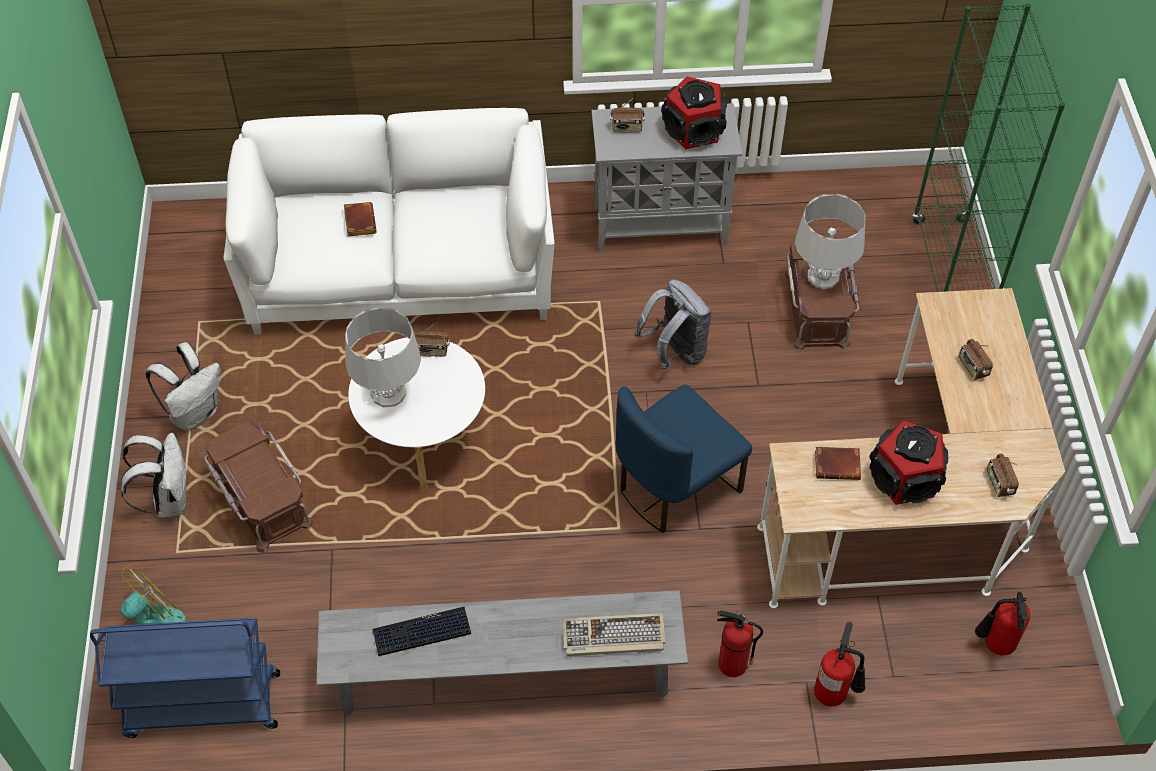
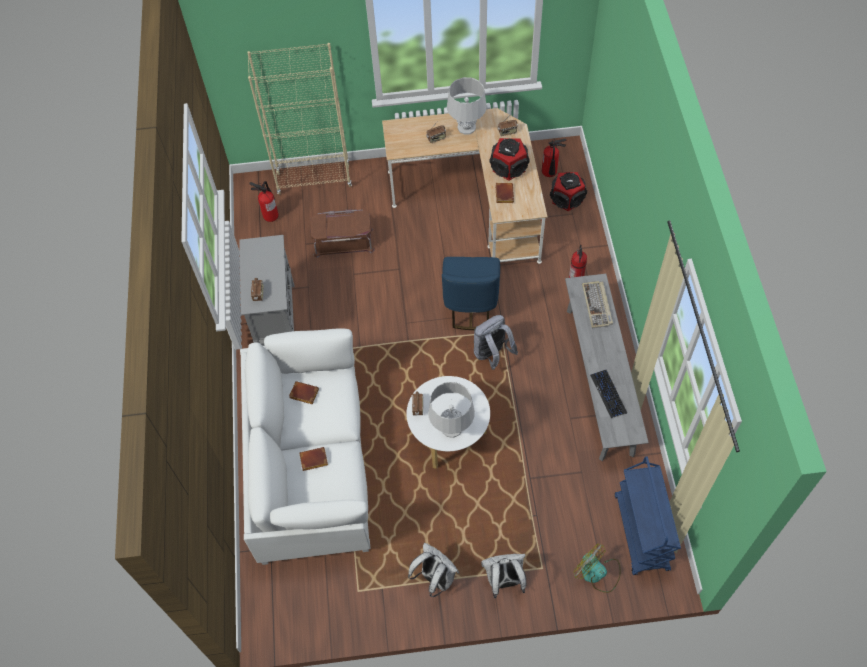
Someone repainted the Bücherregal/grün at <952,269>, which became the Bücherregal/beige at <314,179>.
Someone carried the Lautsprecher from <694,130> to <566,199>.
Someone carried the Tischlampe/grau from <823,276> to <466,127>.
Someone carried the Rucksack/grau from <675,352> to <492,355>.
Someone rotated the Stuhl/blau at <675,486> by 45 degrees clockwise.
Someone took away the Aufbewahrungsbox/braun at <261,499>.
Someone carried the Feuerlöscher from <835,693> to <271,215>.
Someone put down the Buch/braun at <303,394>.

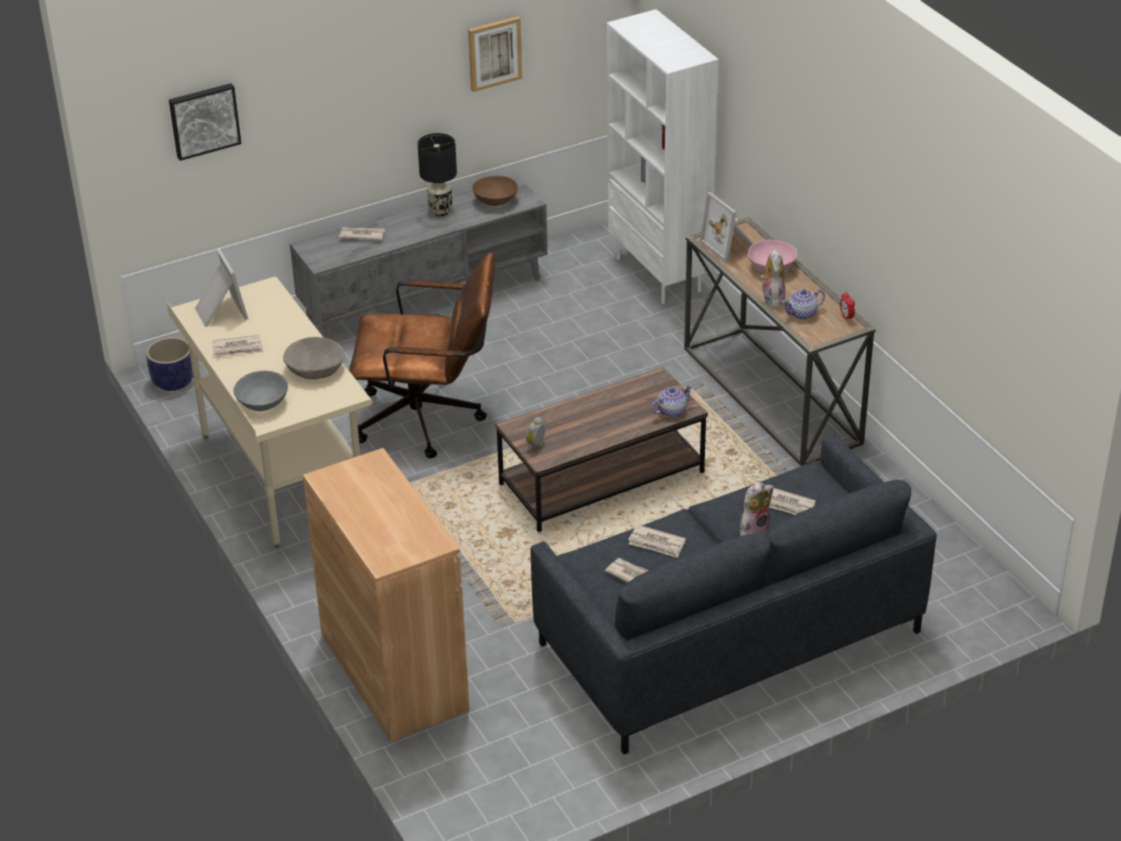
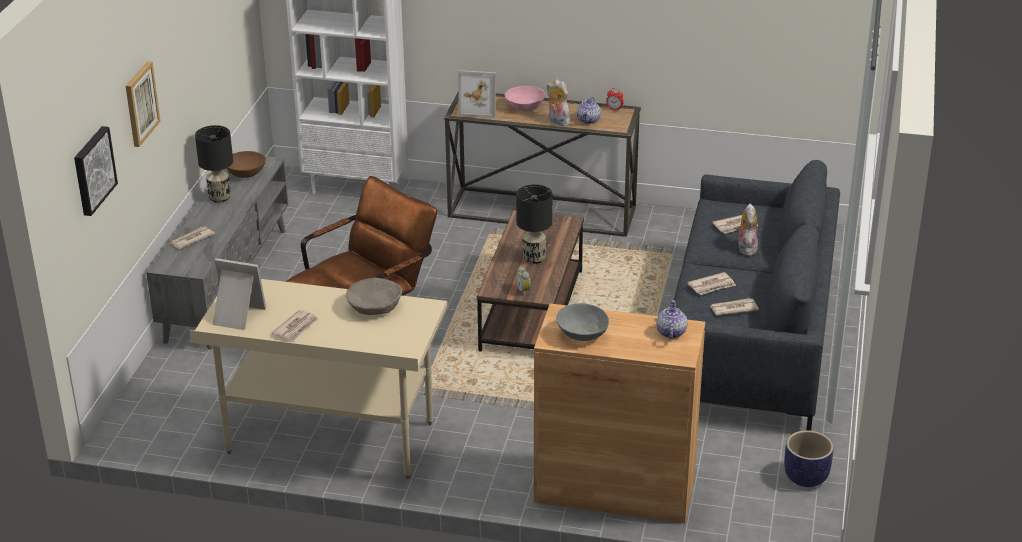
Someone carried the Bild from <494,53> to <140,103>.
Someone carried the Pflanzkübel from <173,382> to <806,477>.
Someone carried the Schüssel/grau from <262,402> to <581,334>.
Someone carried the Teekanne from <671,411> to <670,332>.
Someone put down the Tischlampe/schwarz at <533,258>.

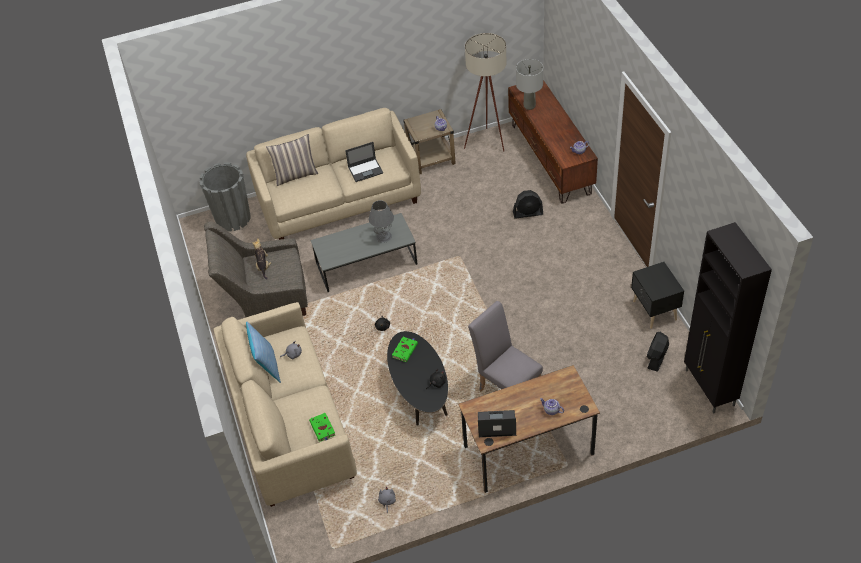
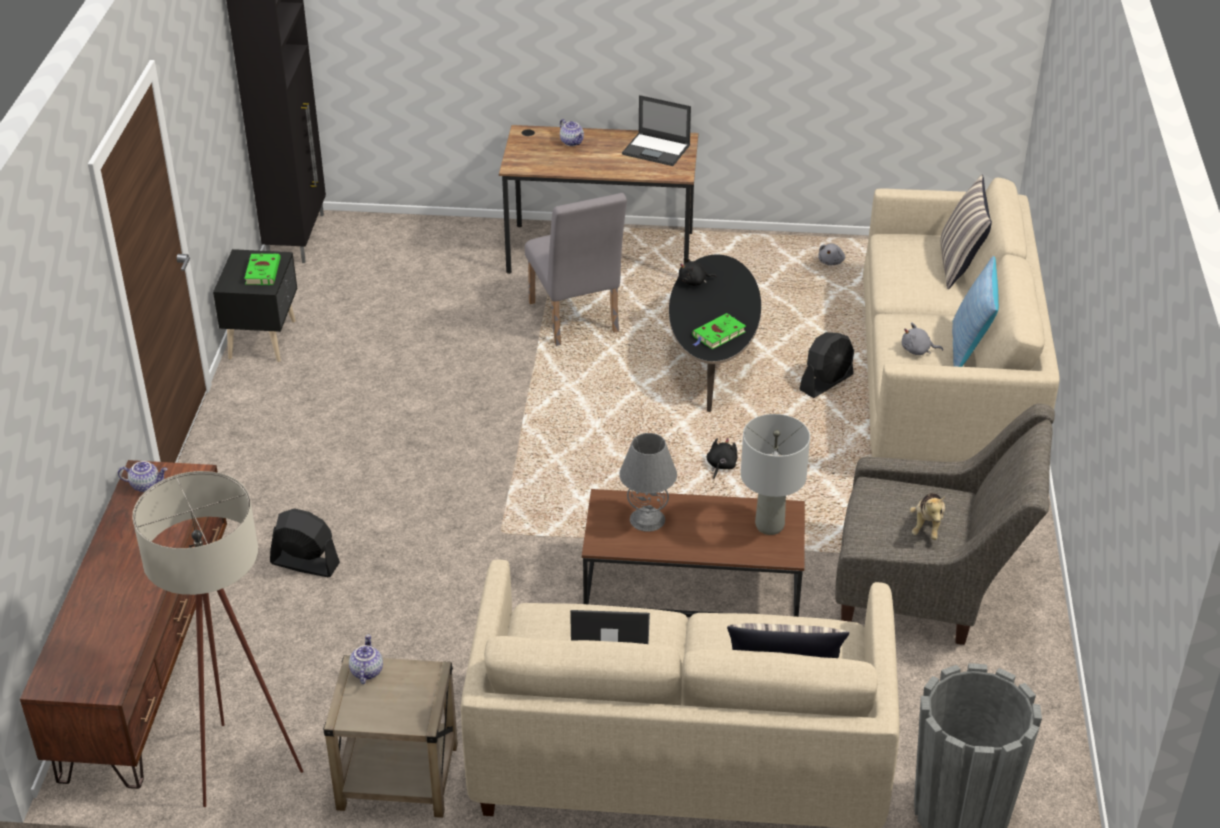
Someone carried the Tischlampe/grau from <529,106> to <769,525>.
Someone repainted the Couchtisch/grau at <366,264>, which became the Couchtisch/braun at <692,584>.
Someone carried the Ventilator/schwarz from <656,358> to <826,382>.
Someone carried the Buch/grün from <323,429> to <263,271>.
Someone put down the Kissen at <960,266>.

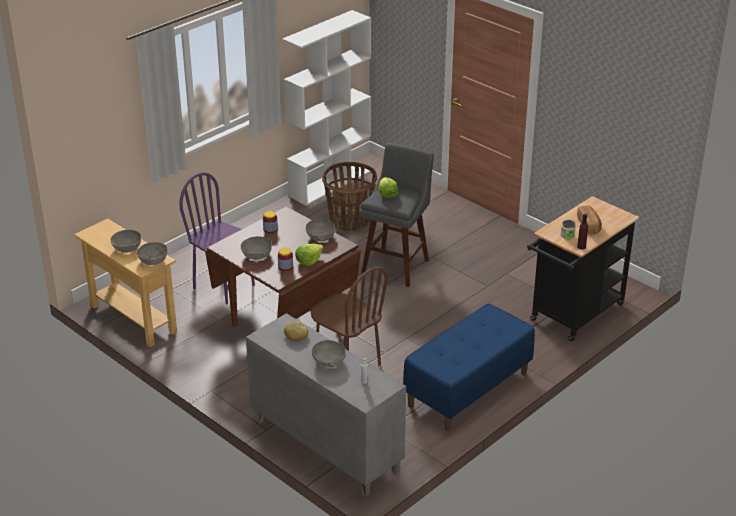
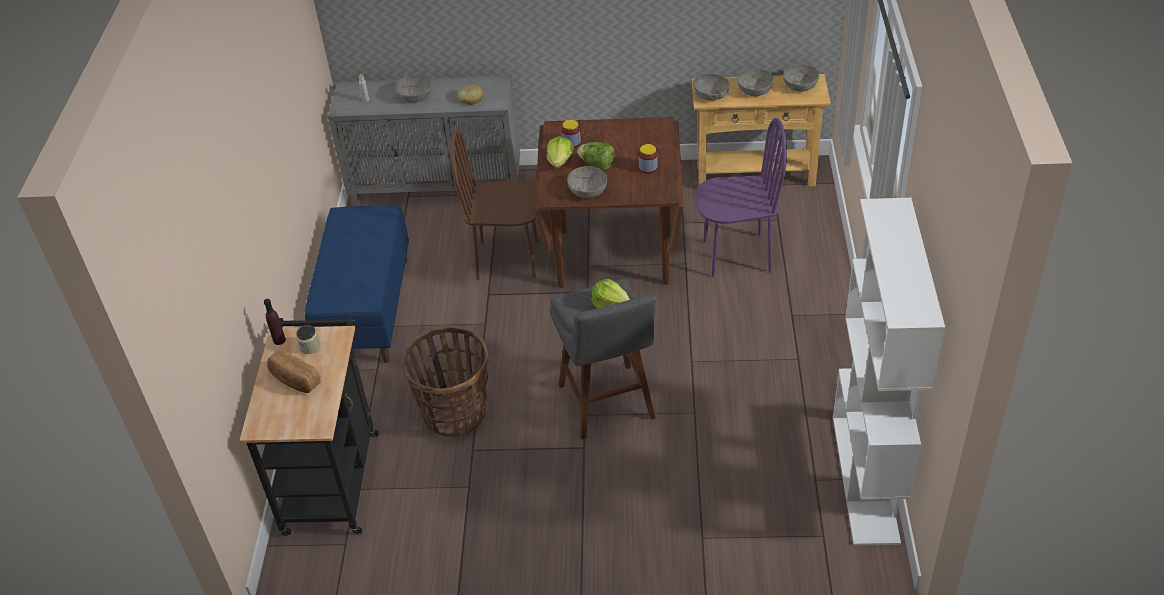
Someone carried the Korb from <350,221> to <455,413>.
Someone carried the Schüssel/grau from <256,255> to <800,86>.
Someone put down the Salatkopf at <597,165>.

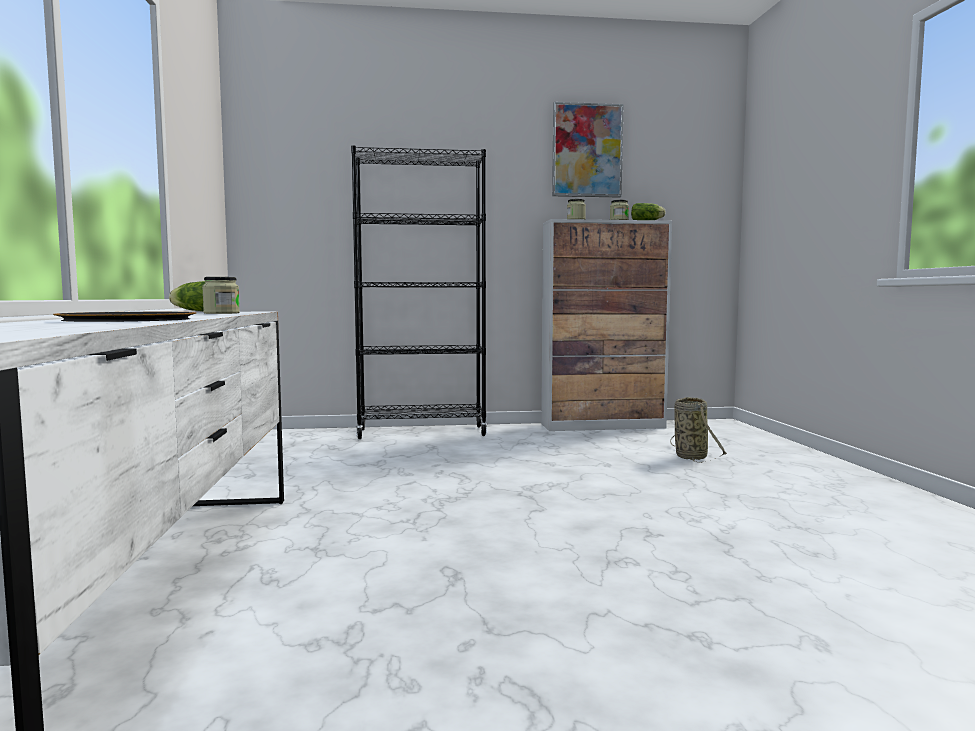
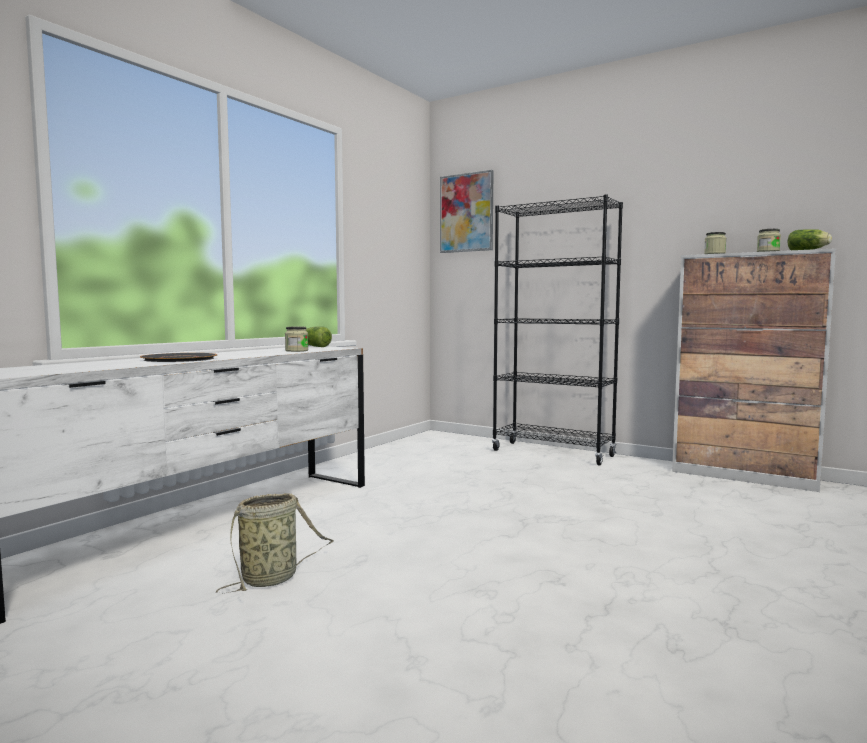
Someone carried the Bild from <587,150> to <466,213>.
Someone carried the Korb from <690,456> to <273,578>.

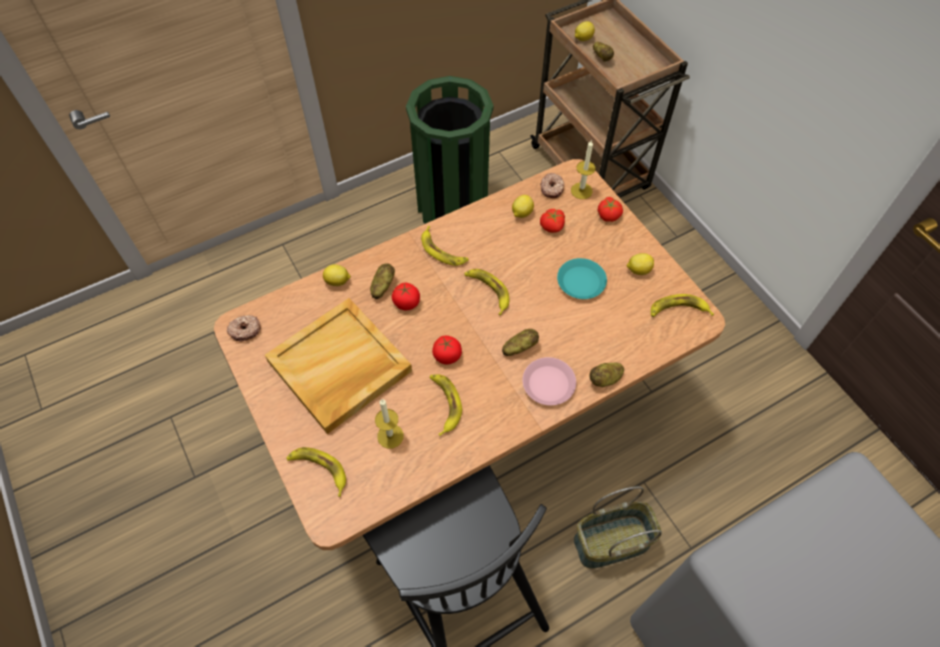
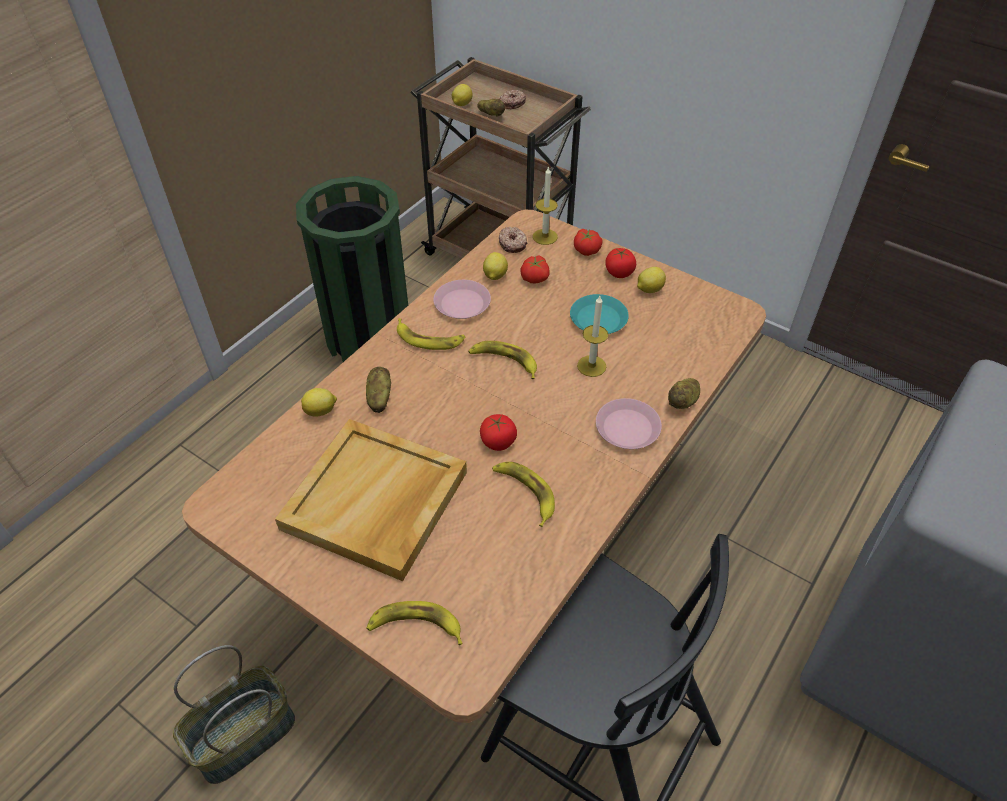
Someone carried the Tomate from <407,302> to <619,272>.
Someone took away the Banane at <678,310>.
Someone carried the Donut from <245,330> to <512,103>.
Someone took away the Kartoffel at <519,347>.
Someone carried the Kerze from <390,436> to <591,366>.
Someone carried the Korb from <611,543> to <244,738>.
Someone put down the Teller/rosa at <462,304>.

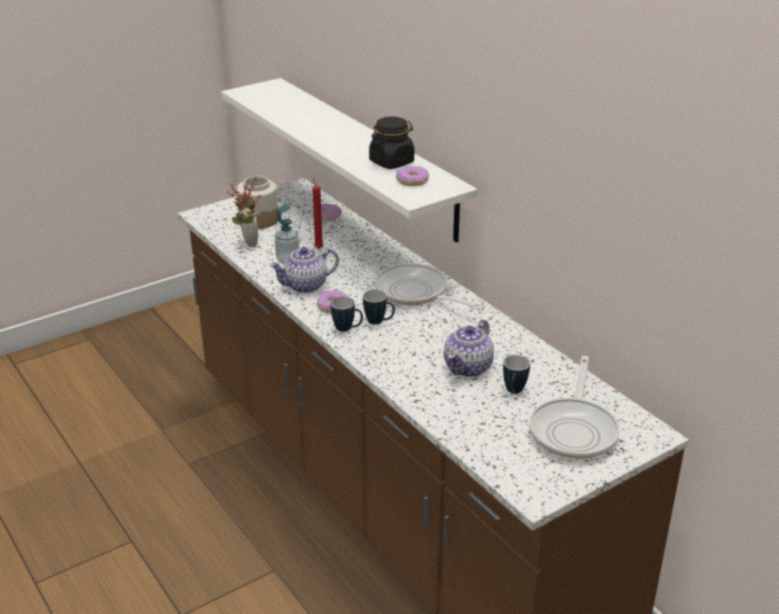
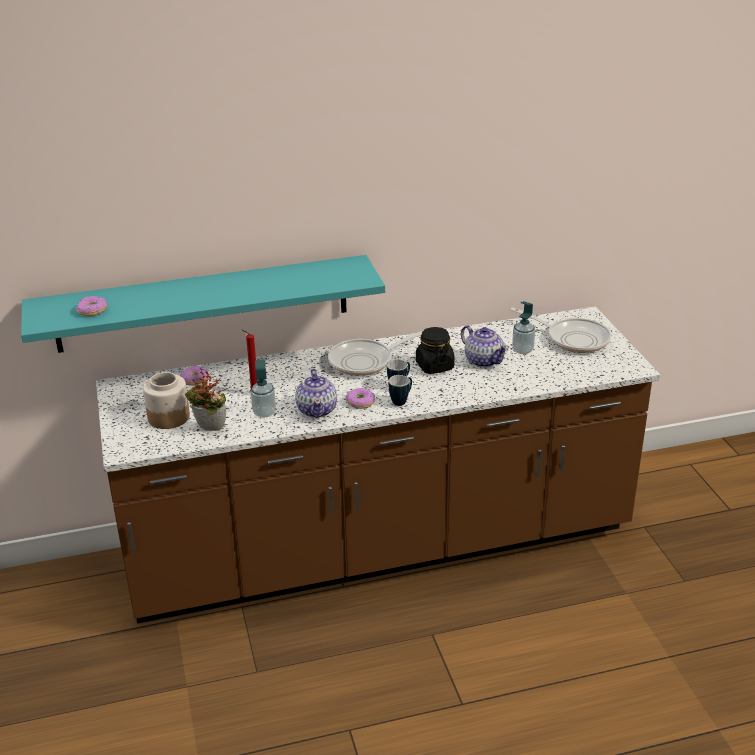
Someone repainted the Wandregal/weiß at <368,156>, which became the Wandregal/türkis at <203,303>.
Someone carried the Vorratsglas/schwarz from <392,162> to <434,366>.
Someone carried the Donut from <412,181> to <92,310>.
Someone swapped the Henkelbecher at <513,392> for the Seifenspender at <522,350>.

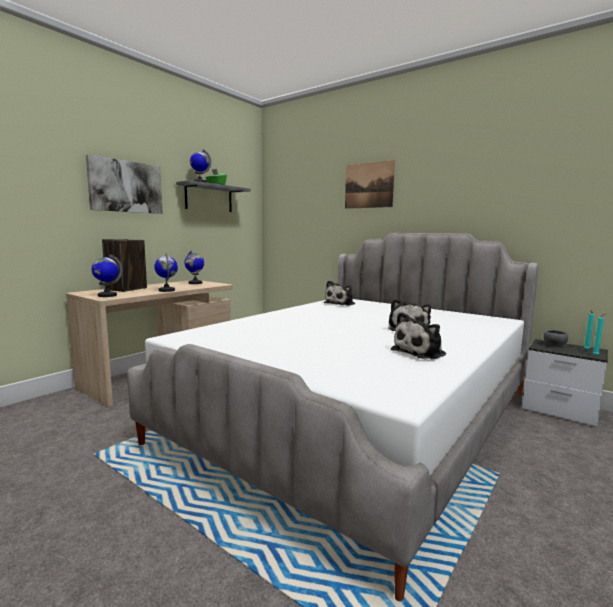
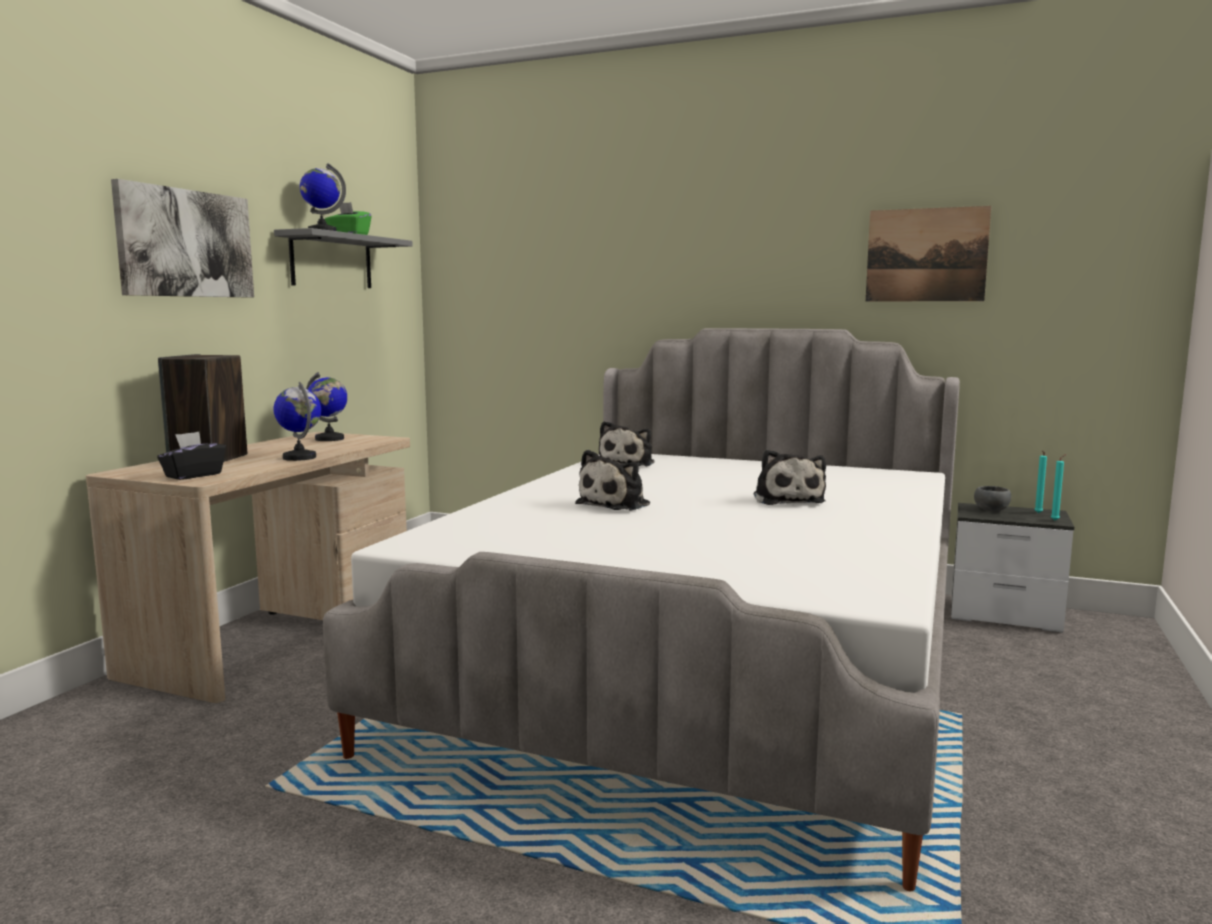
Someone carried the Bild from <369,185> to <926,255>.
Someone swapped the Globus at <107,295> for the Taschentuchbox/schwarz at <193,475>.
Someone carried the Plüschtier from <421,352> to <616,504>.

